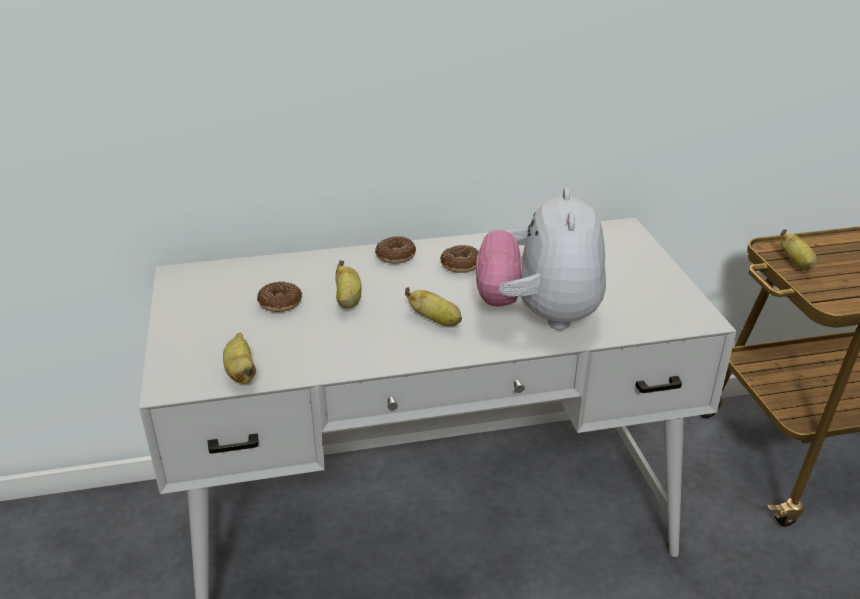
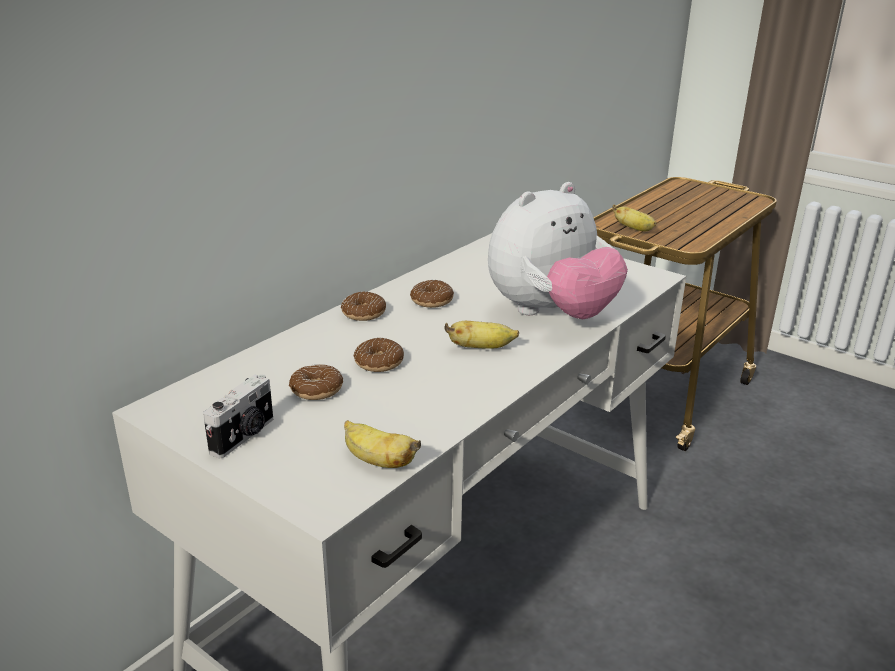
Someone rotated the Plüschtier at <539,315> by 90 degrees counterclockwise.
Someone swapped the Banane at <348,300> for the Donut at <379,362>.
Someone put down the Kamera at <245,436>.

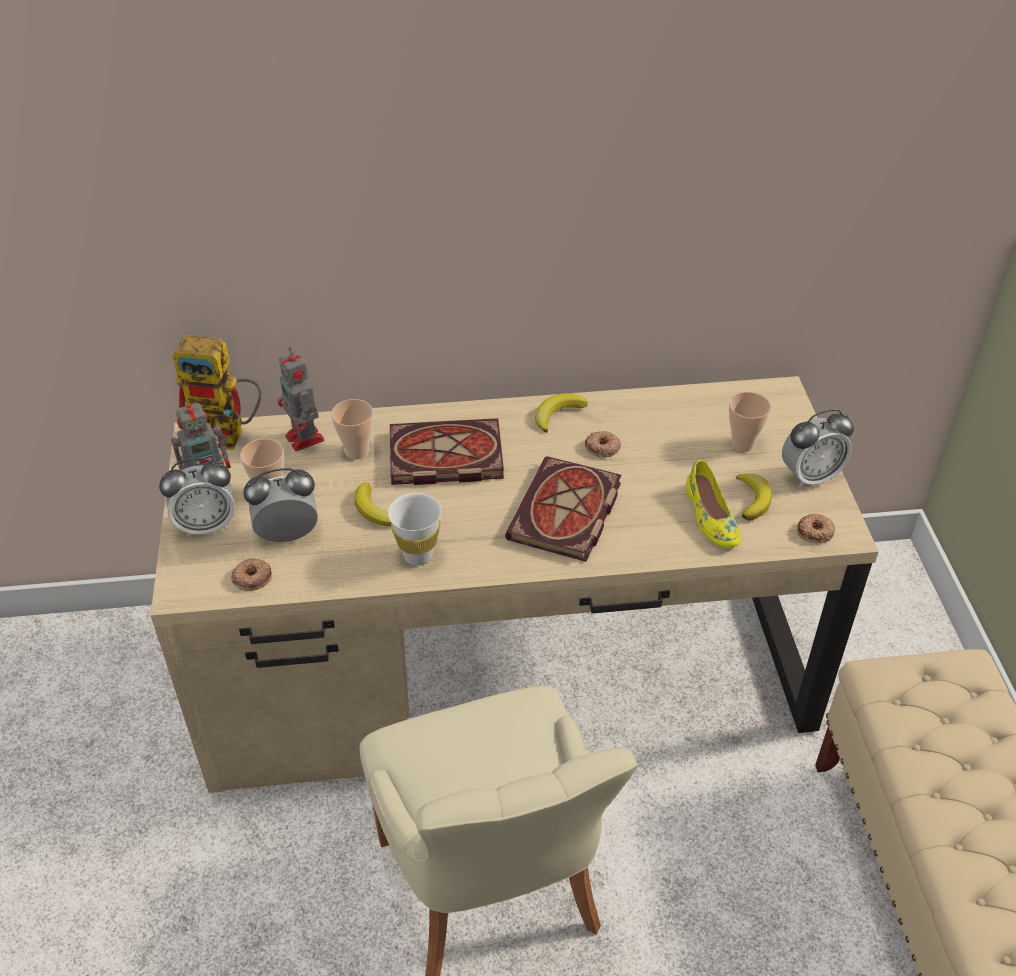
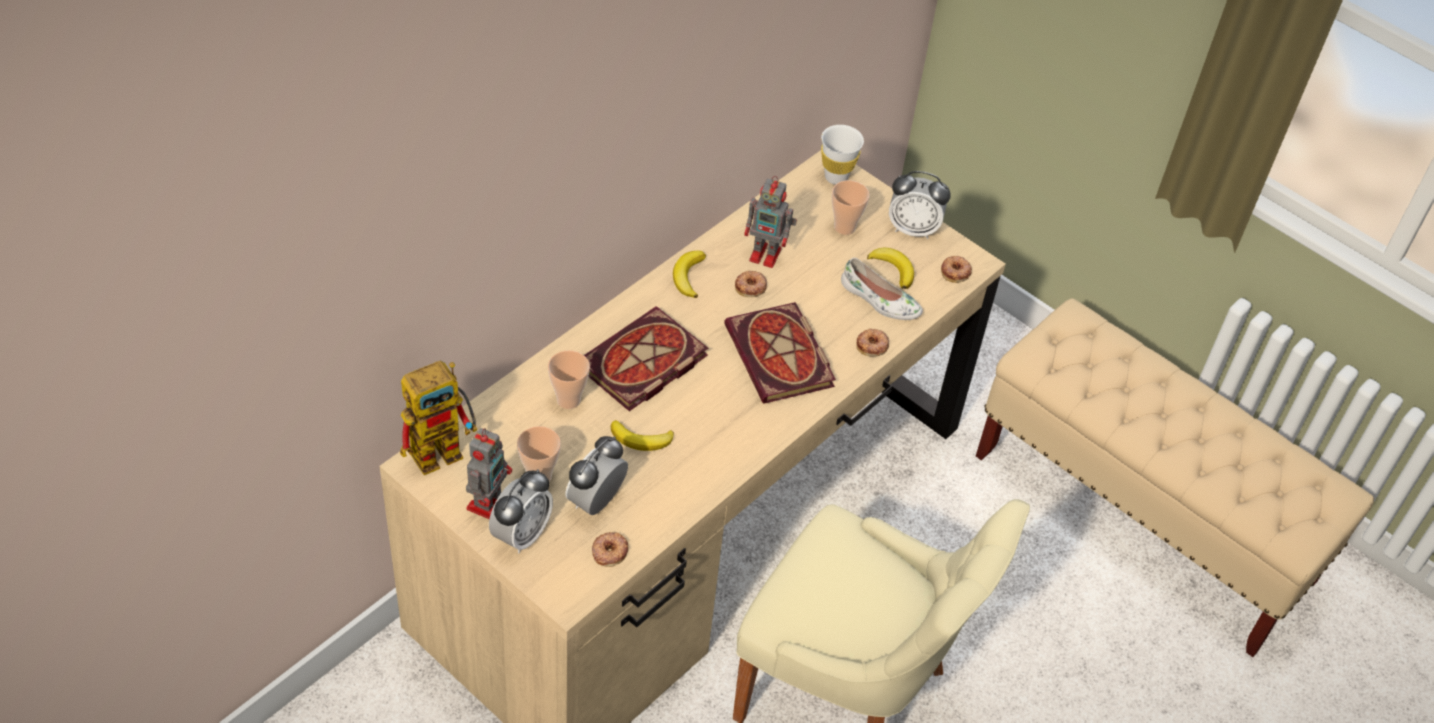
Someone carried the Spielzeugroboter from <305,439> to <767,255>.
Someone rotated the Wecker at <810,476> by 75 degrees clockwise.
Someone repainted the Schuh/gelb at <710,517>, which became the Schuh/weiß at <879,300>.
Someone carried the Tasse/weiß from <418,555> to <836,177>.
Someone put down the Donut at <872,345>.

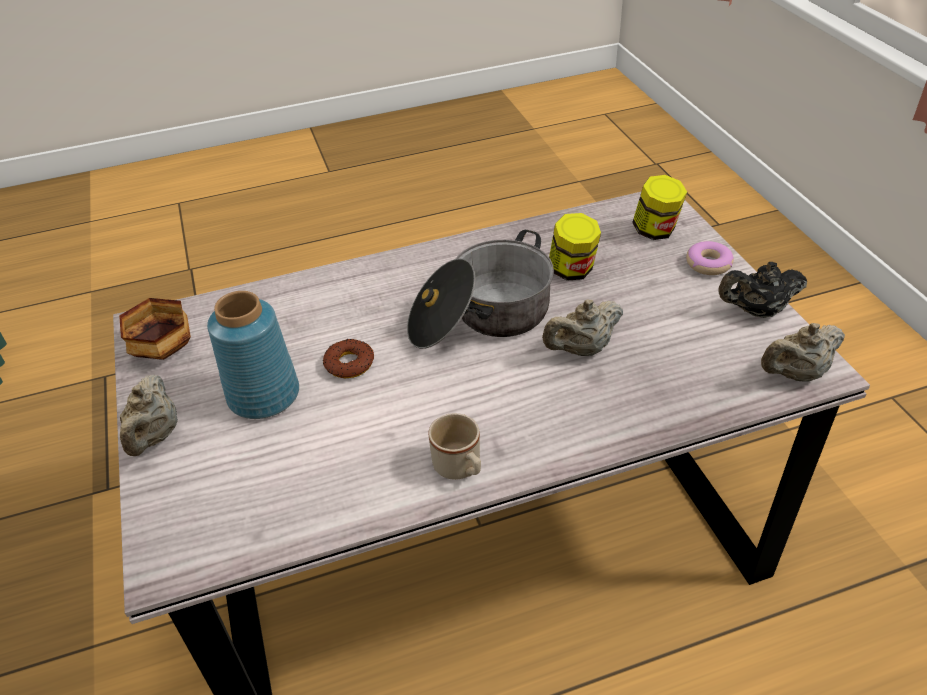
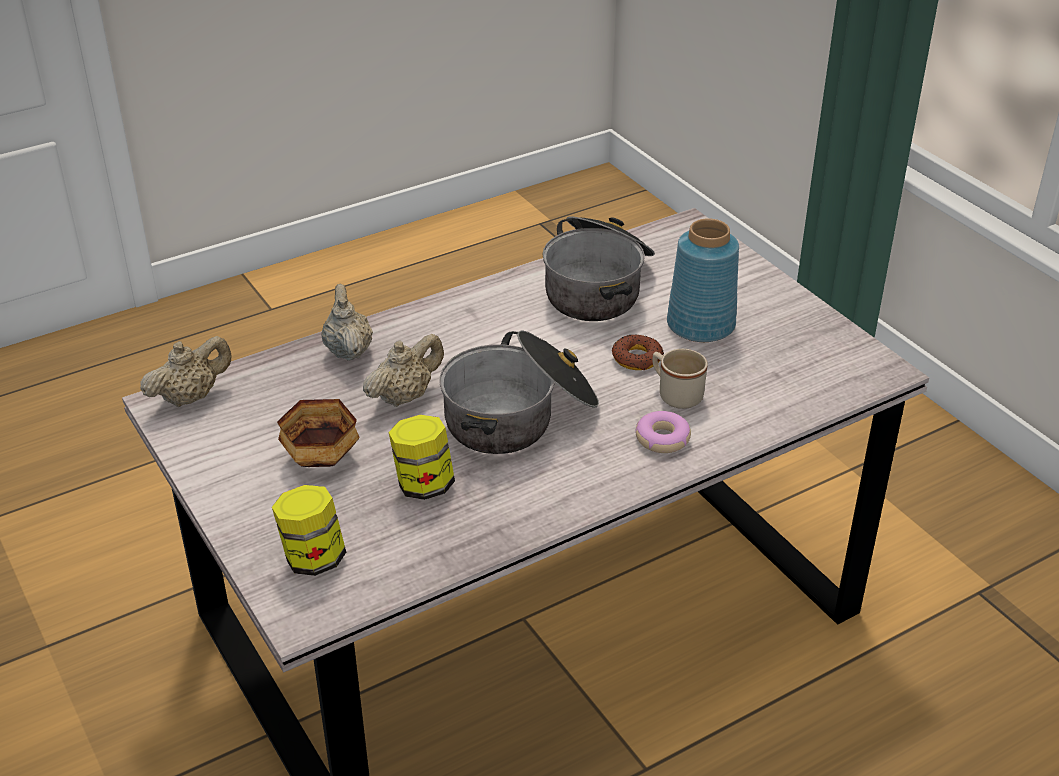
Someone carried the Donut from <708,264> to <662,439>.
Someone took away the Teekanne/schwarz at <757,311>.
Someone carried the Schüssel from <163,351> to <321,456>.
Someone carried the Teekanne/beige from <155,436> to <348,350>.
Someone carried the Henkelbecher/beige from <460,468> to <675,394>.
Someone put down the Kochtopf at <598,287>.

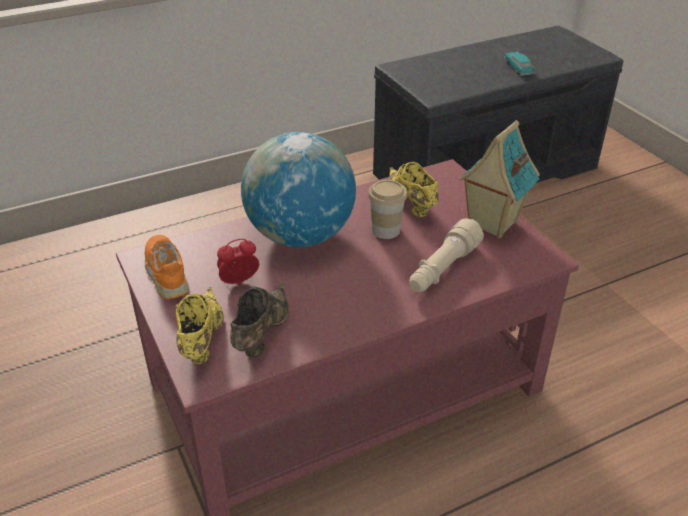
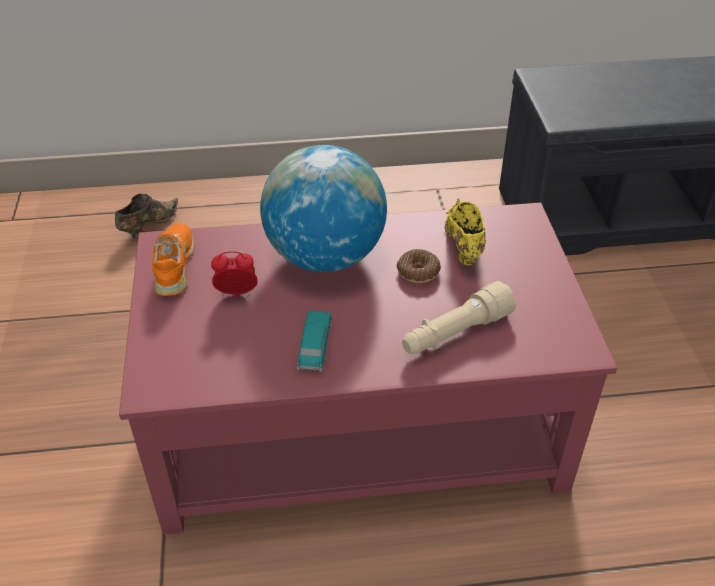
Someone carried the Spielzeugauto from <518,68> to <315,345>.
Someone took away the Spielzeughaus at <491,224>.
Someone swapped the Tasse at <385,230> for the Donut at <418,272>.
Someone carried the Schuh/braun from <260,334> to <148,226>.
Someone took away the Schuh/gelb at <201,340>.

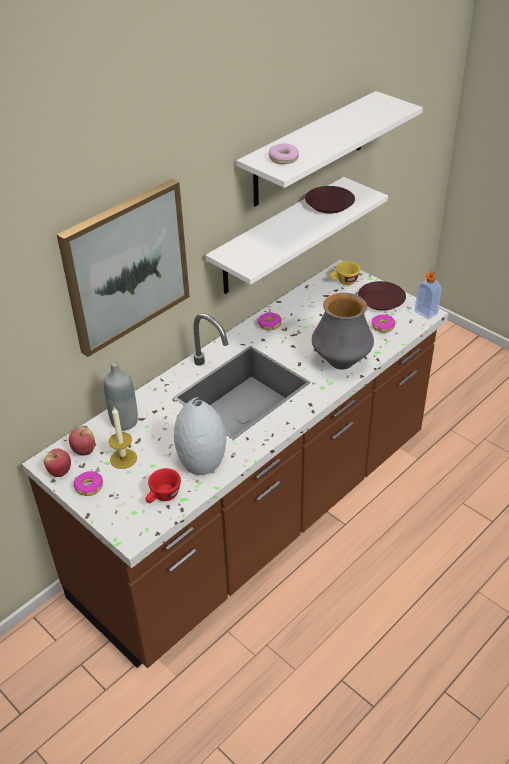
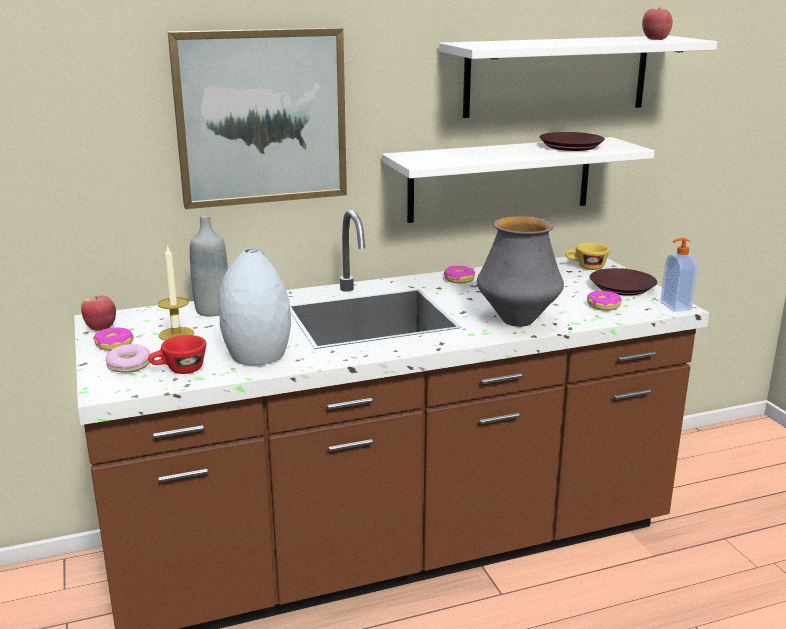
Someone carried the Donut from <283,159> to <129,365>.
Someone carried the Apfel from <84,450> to <655,39>.

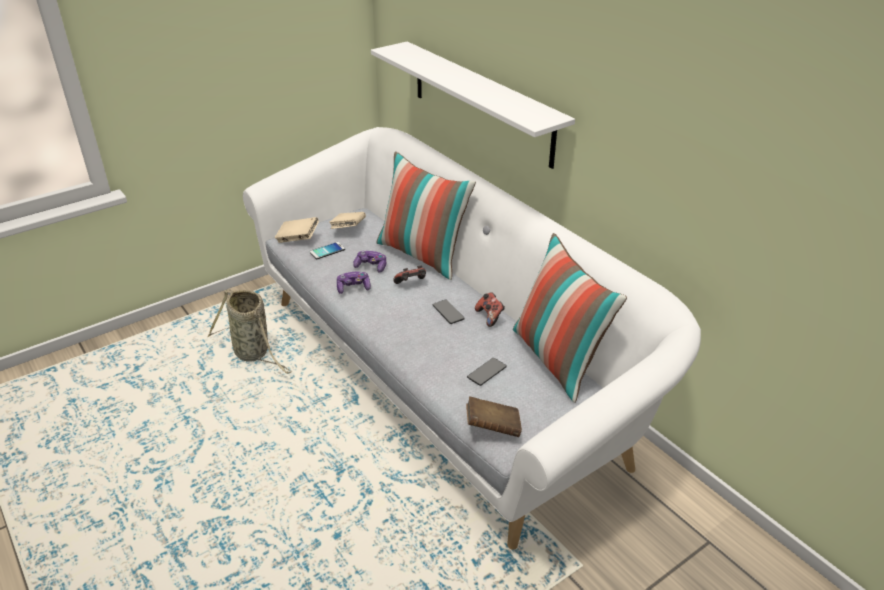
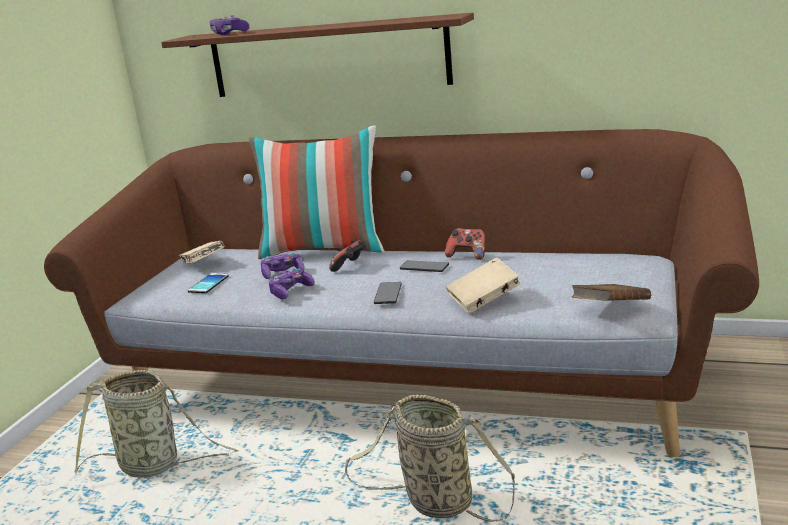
Someone repainted the Wandregal/weiß at <481,102>, which became the Wandregal/braun at <327,58>.
Someone repainted the Sofa/weiß at <442,374>, which became the Sofa/braun at <406,377>.
Someone carried the Buch/beige from <298,239> to <483,300>.
Someone took away the Kissen at <558,360>.
Someone carried the Handy from <487,372> to <388,294>.
Someone put down the Gamepad at <229,34>.
Someone put down the Korb at <434,502>.

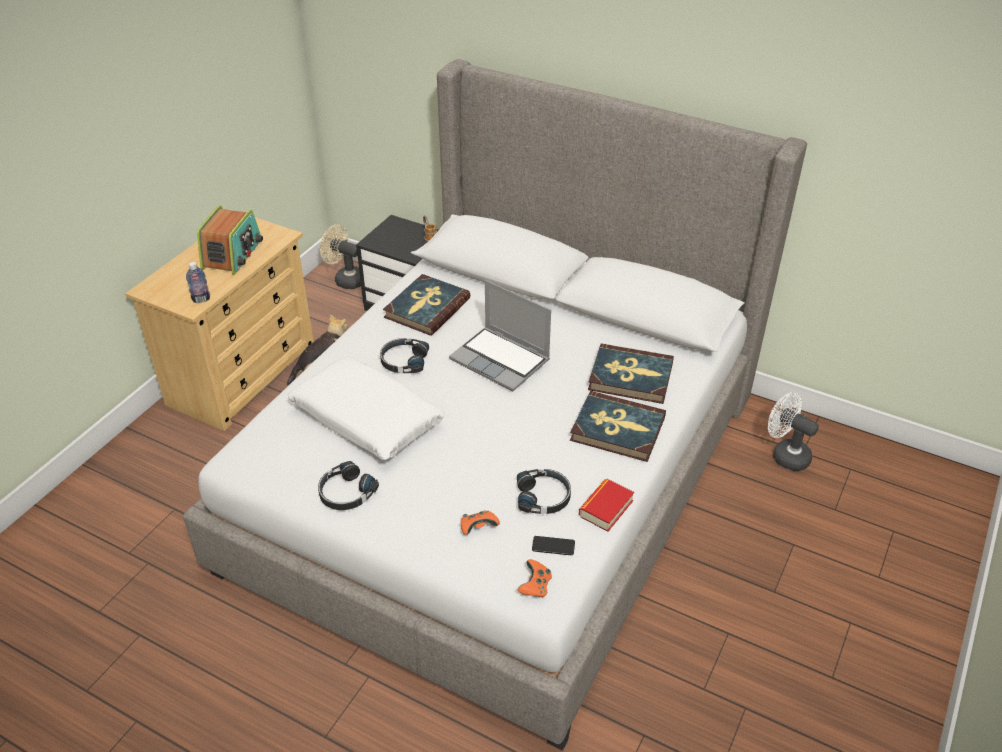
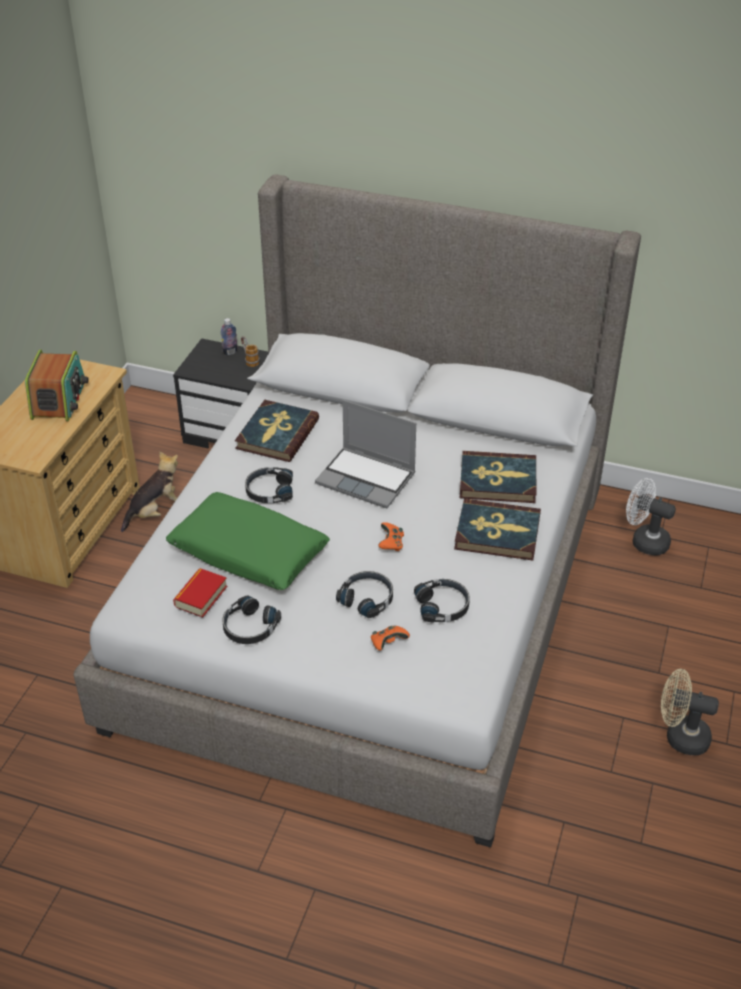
Someone carried the Ventilator/beige from <346,279> to <680,736>.
Someone carried the Flasche from <201,299> to <230,352>.
Someone repainted the Kissen/weiß at <366,418>, which became the Kissen/grün at <248,552>.
Someone carried the Buch from <606,508> to <201,596>.
Someone took away the Handy at <553,546>.
Someone carried the Gamepad/orange from <535,586> to <391,544>.
Someone put down the Kopfhörer/schwarz at <367,598>.

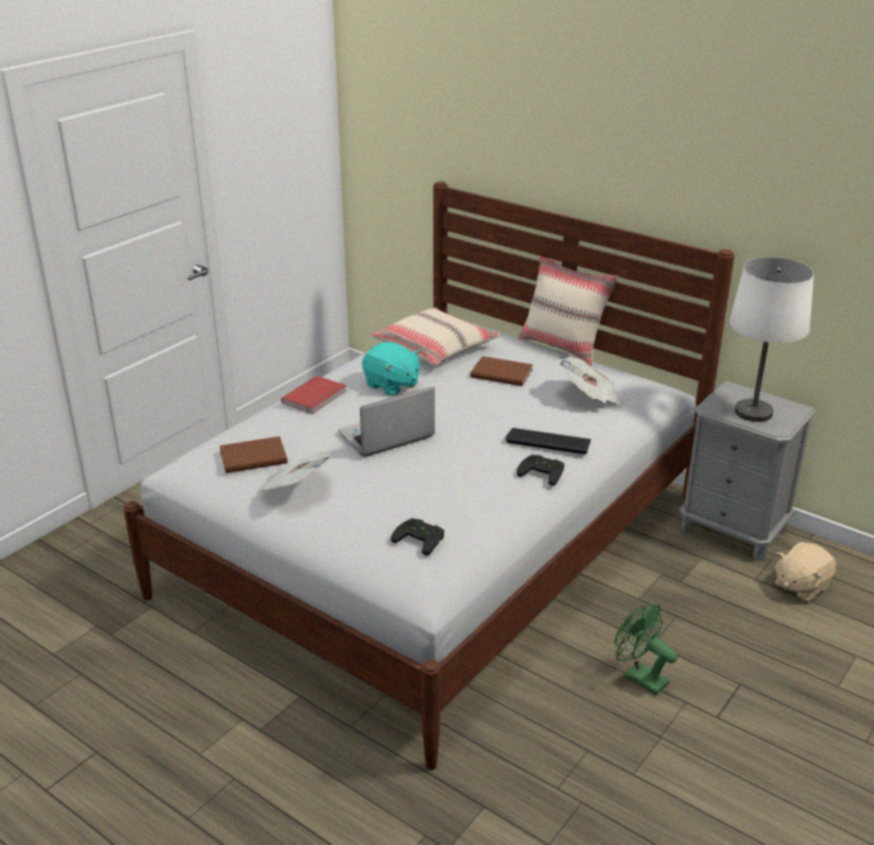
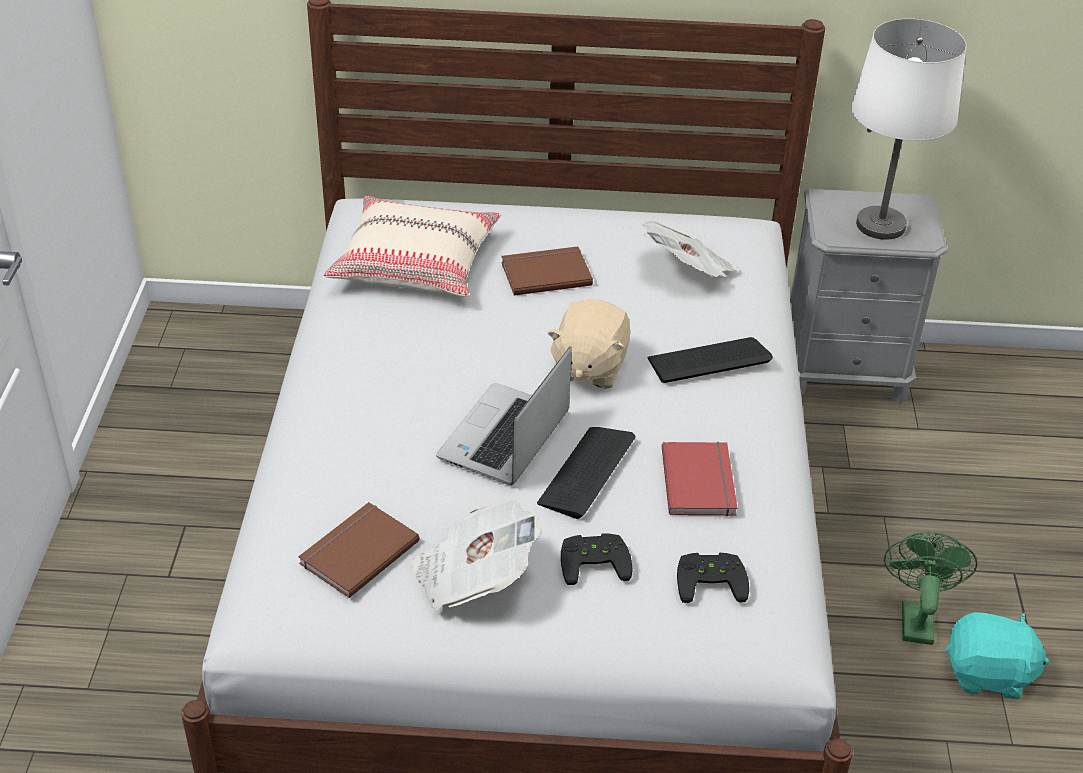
Someone took away the Kissen/beige at <563,347>.
Someone carried the Plüschtier/türkis from <391,385> to <988,674>.
Someone carried the Buch/rot from <316,397> to <701,481>.
Someone carried the Gamepad/schwarz from <543,471> to <594,560>.
Someone carried the Plüschtier/beige from <800,586> to <588,367>.
Someone rotated the Ventilator/grün at <639,677> by 90 degrees clockwise.
Someone put down the Tastatur at <586,472>.

